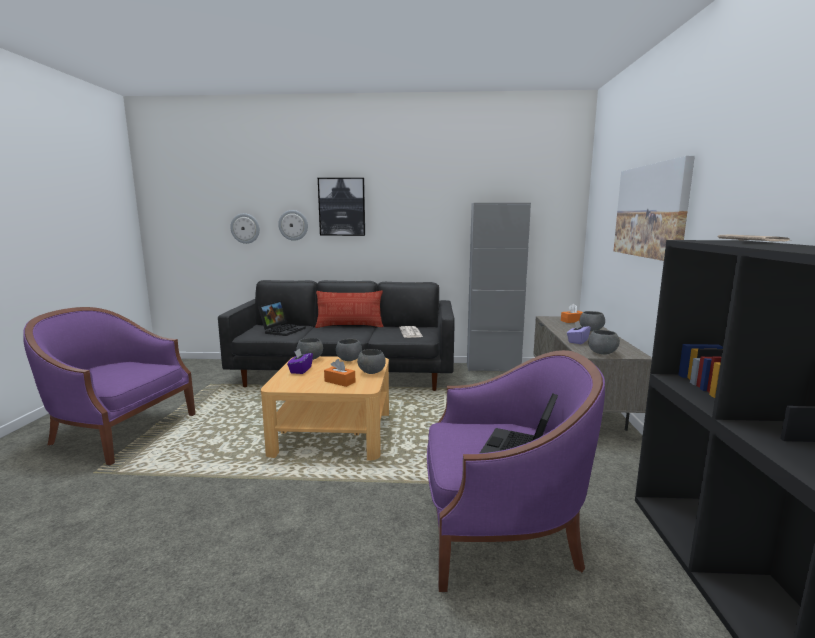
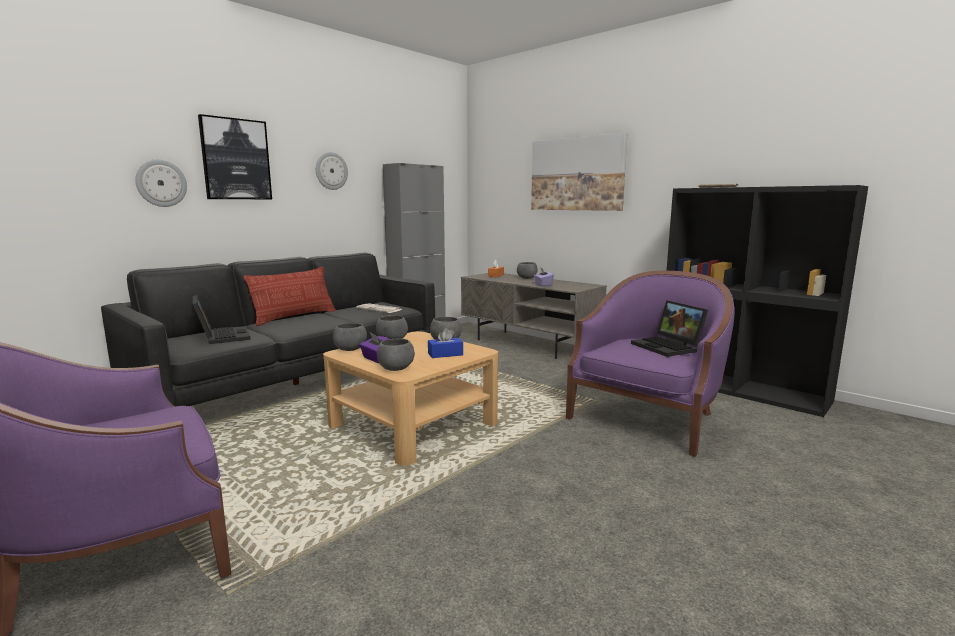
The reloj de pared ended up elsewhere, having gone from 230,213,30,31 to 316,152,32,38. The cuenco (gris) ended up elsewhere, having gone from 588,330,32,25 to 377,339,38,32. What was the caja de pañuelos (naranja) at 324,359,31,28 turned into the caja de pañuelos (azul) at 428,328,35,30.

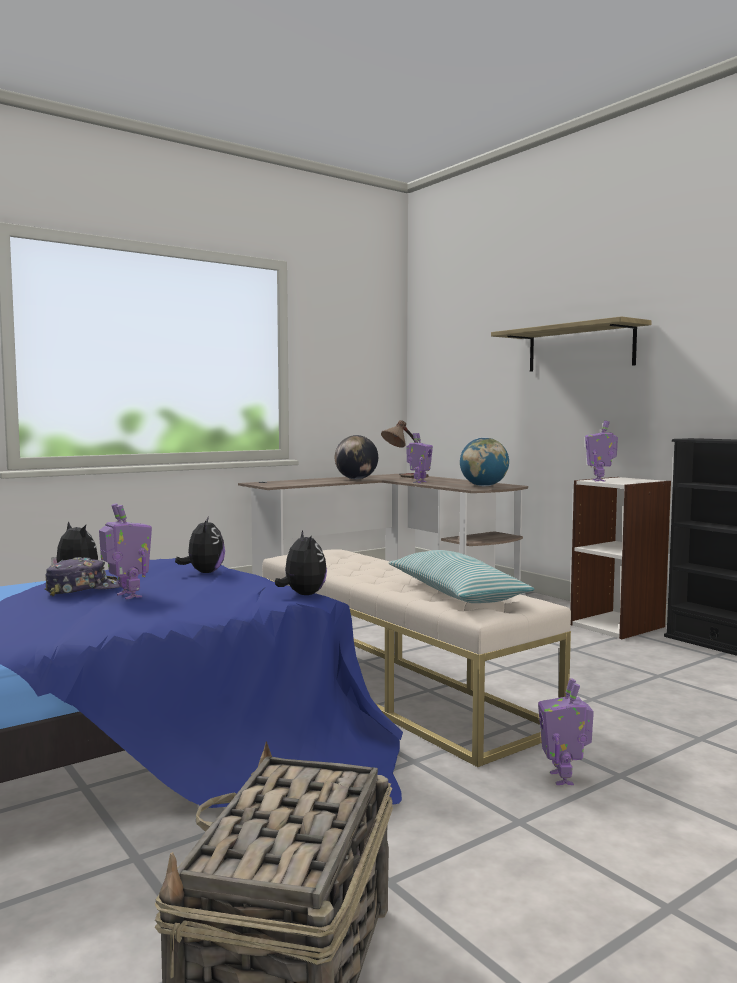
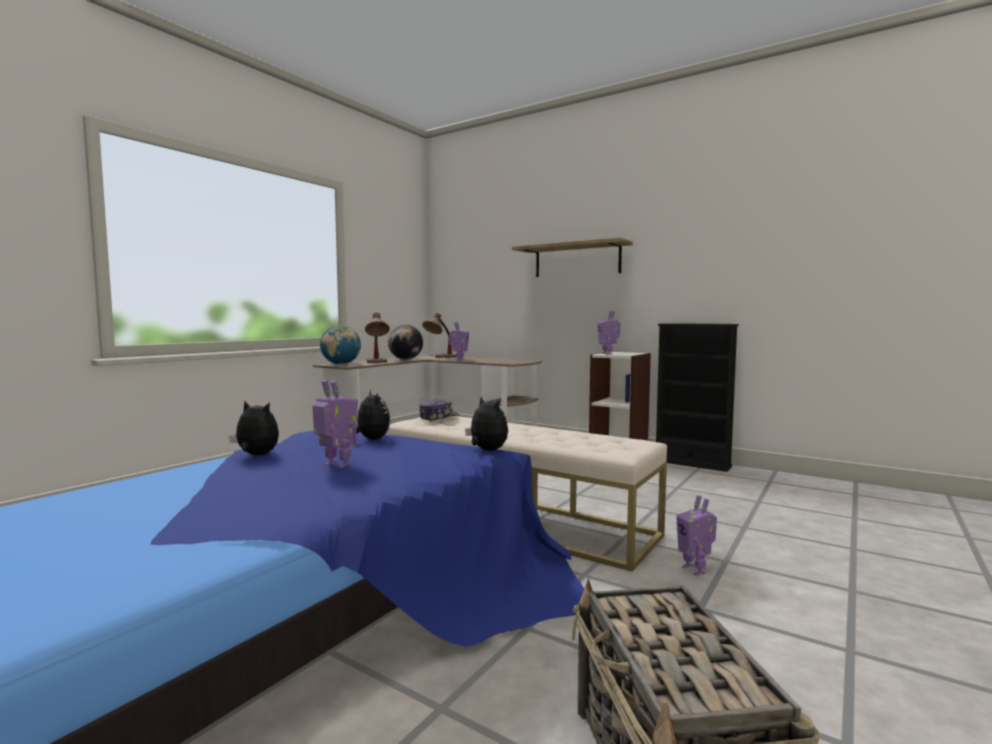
The globo terráqueo ended up elsewhere, having gone from 460,437,49,49 to 320,325,41,40. The second view gained the lámpara de mesa at 365,312,25,51. The gorra ended up elsewhere, having gone from 44,557,76,39 to 419,398,41,23. The second view lost the cojín at 389,550,146,53.

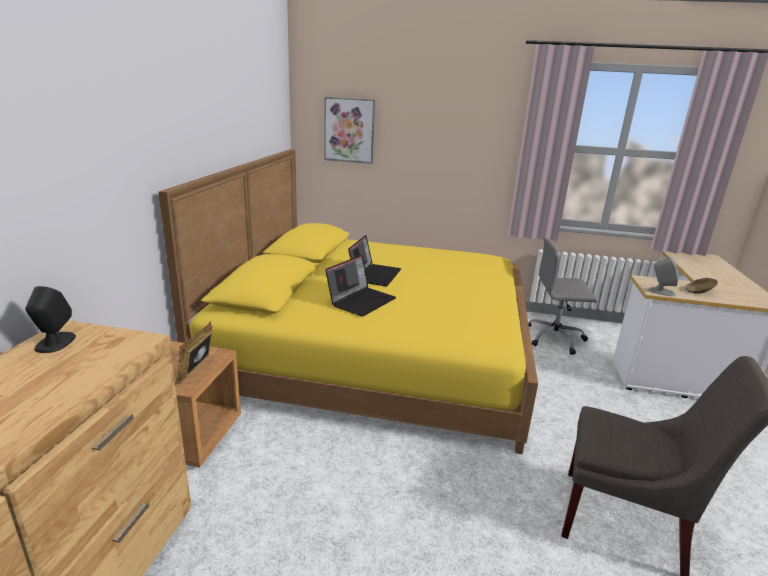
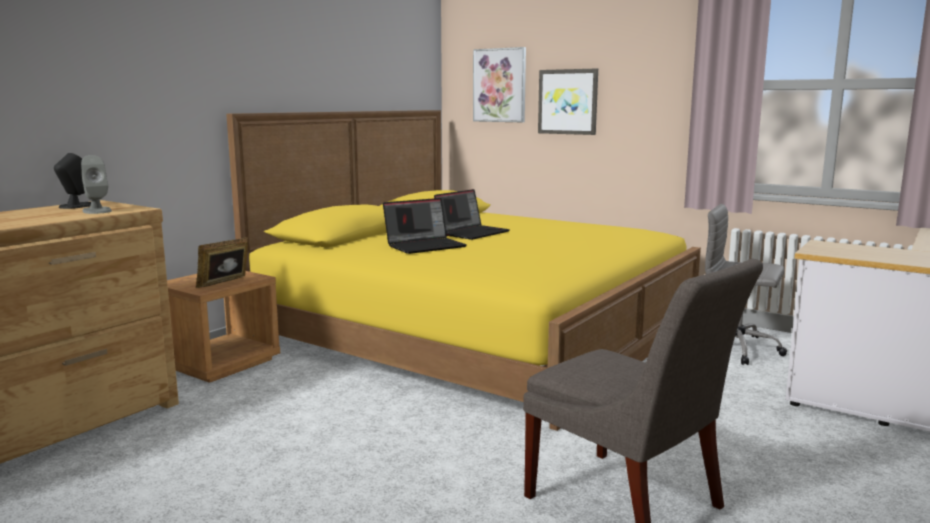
The altavoz (gris) ended up elsewhere, having gone from 649,257,30,39 to 81,155,31,59. The second view gained the cuadro at 538,68,60,67. The second view lost the cuenco (marrón) at 685,278,33,16.

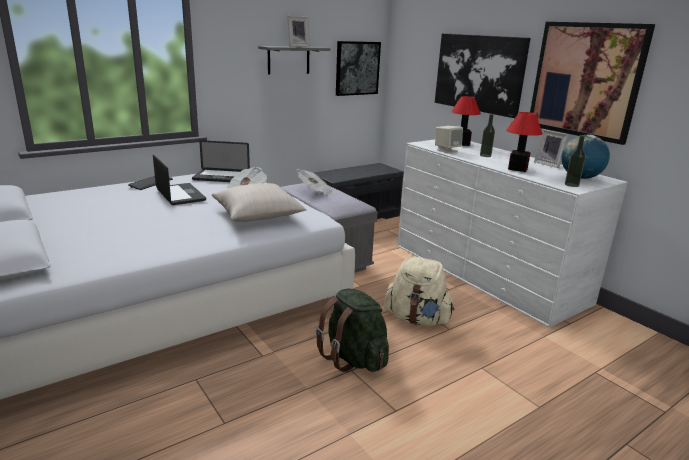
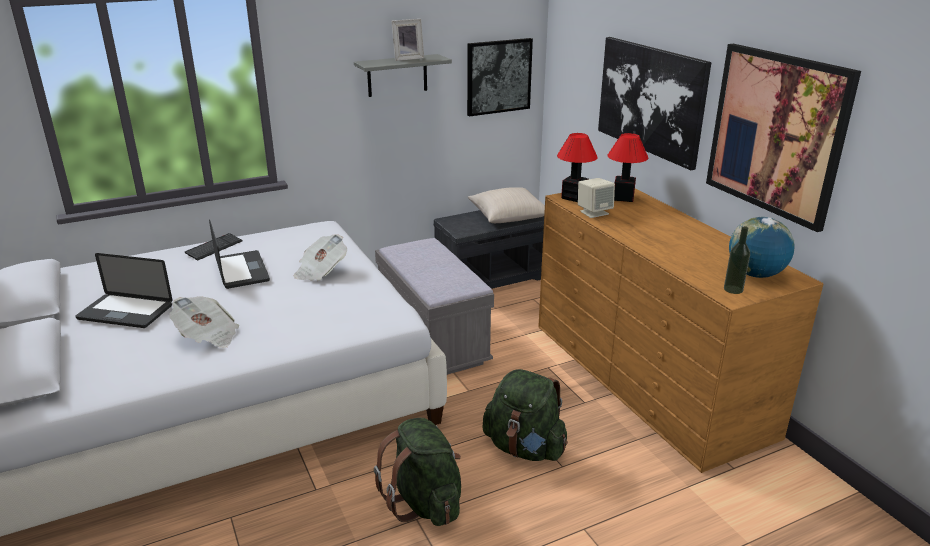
The portátil ended up elsewhere, having gone from 192,140,58,42 to 76,253,97,75. The periódico ended up elsewhere, having gone from 297,169,35,27 to 169,296,70,52. The cojín (beis) ended up elsewhere, having gone from 212,183,95,39 to 468,187,77,36. What was the mochila (beis) at 384,257,70,69 turned into the mochila (verde) at 483,369,85,92. What was the cómoda (blanco) at 397,140,231,188 turned into the cómoda (marrón) at 538,189,285,284. The lámpara de mesa ended up elsewhere, having gone from 506,112,37,60 to 557,133,41,69. The second view lost the botella at 480,114,15,43. The second view lost the portarretratos at 534,129,35,39.

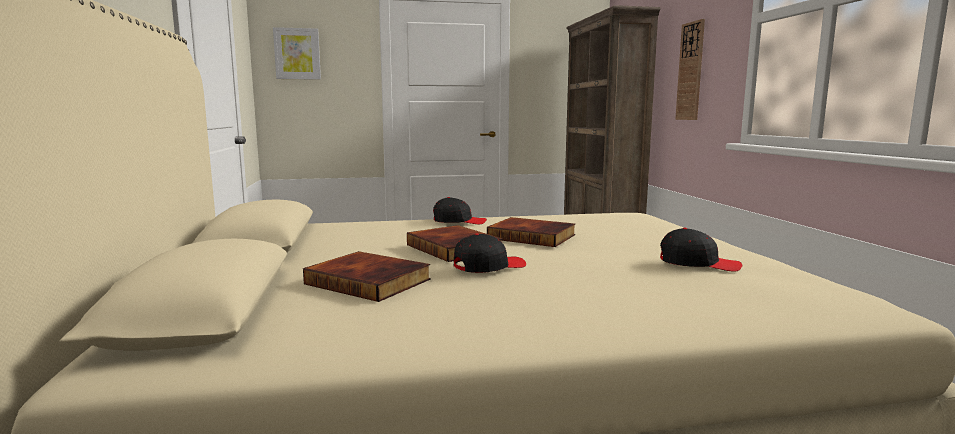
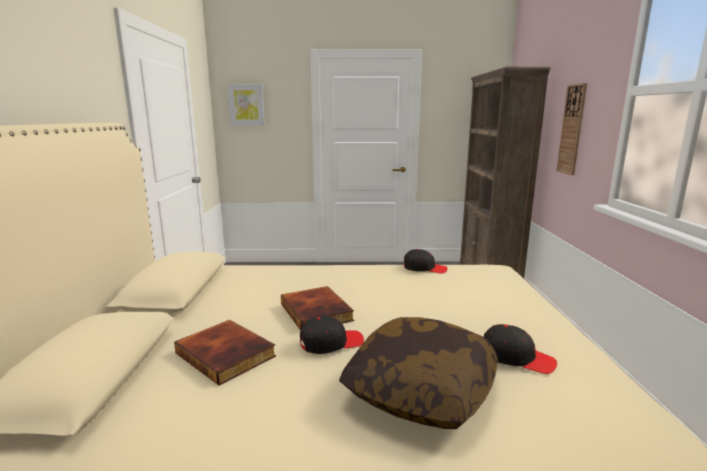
The second view gained the cojín at 339,317,159,112. The gorra (negro) ended up elsewhere, having gone from 433,197,54,27 to 404,249,44,25. The second view lost the libro at 487,217,88,30.

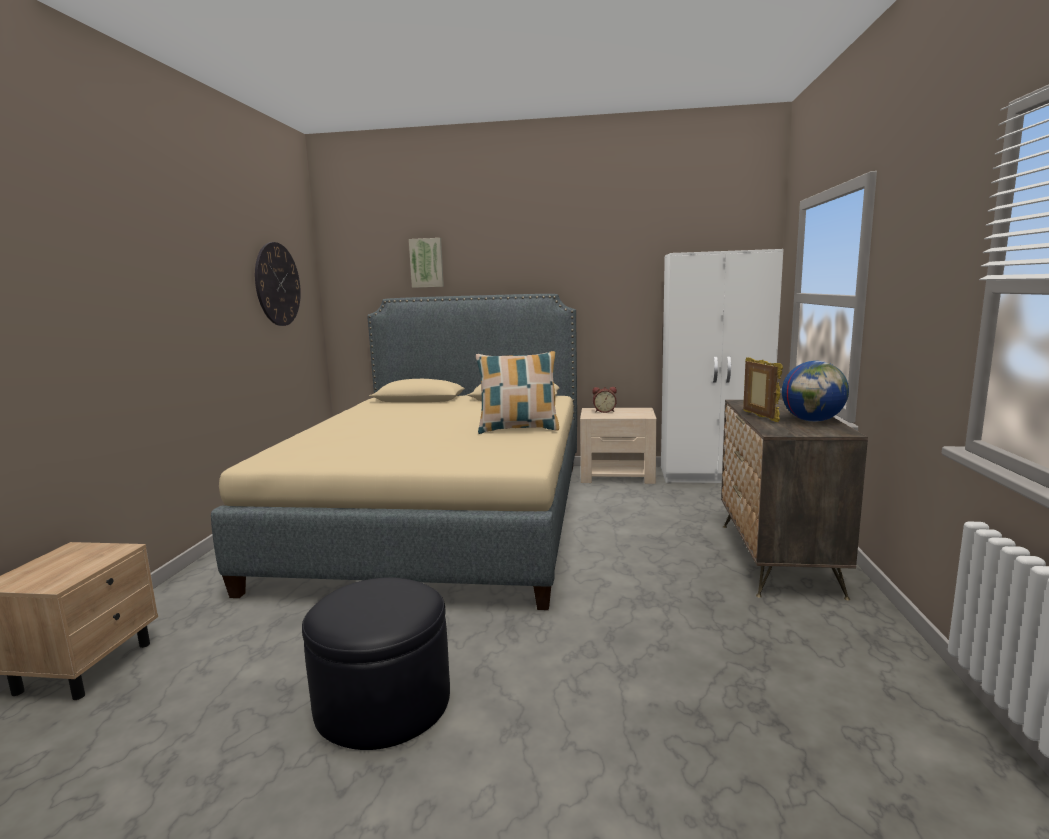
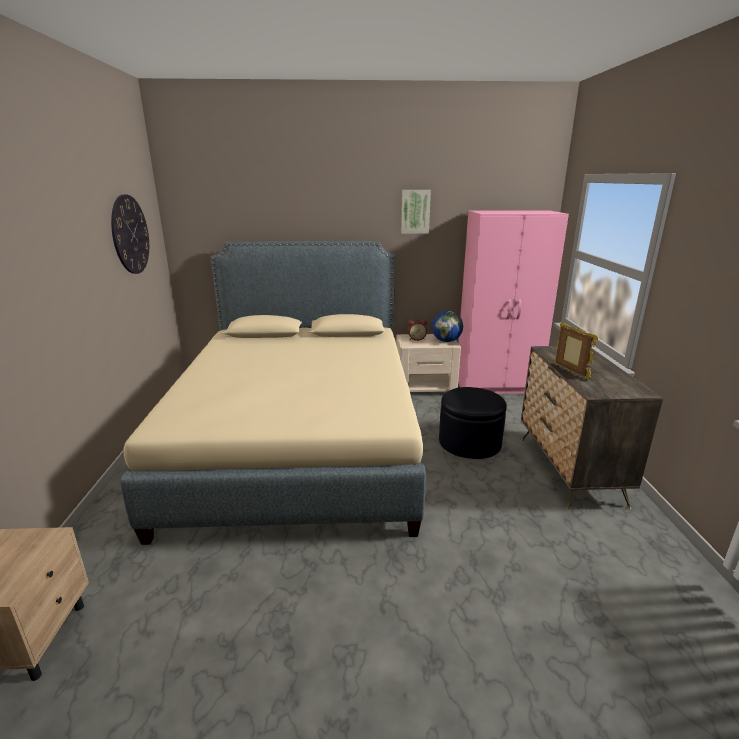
The cuadro ended up elsewhere, having gone from 409,238,35,50 to 401,190,30,44. The globo terráqueo ended up elsewhere, having gone from 782,361,67,61 to 432,311,31,31. The puf (negro) ended up elsewhere, having gone from 302,577,148,173 to 439,387,68,72. What was the armario ropero (blanco) at 661,249,122,234 turned into the armario ropero (rosa) at 458,210,111,184. The second view lost the cojín at 476,351,83,83.

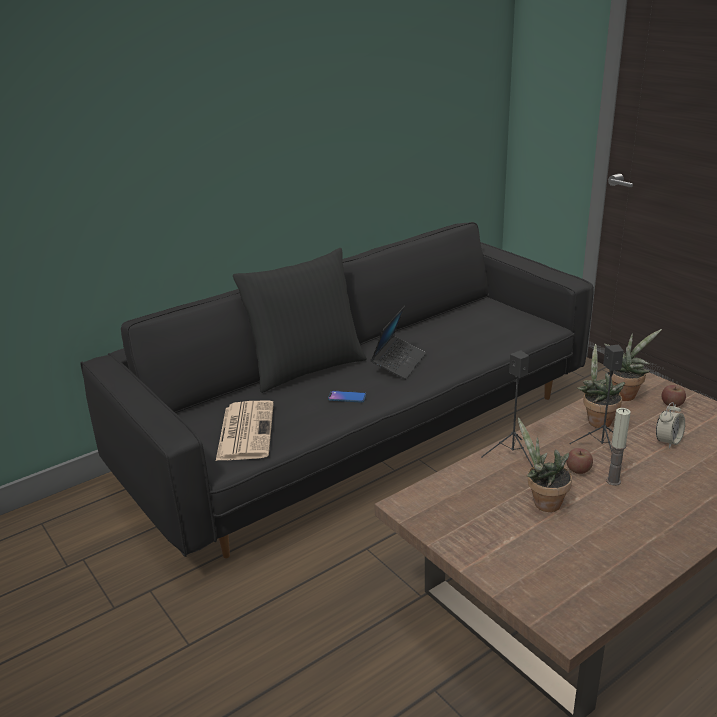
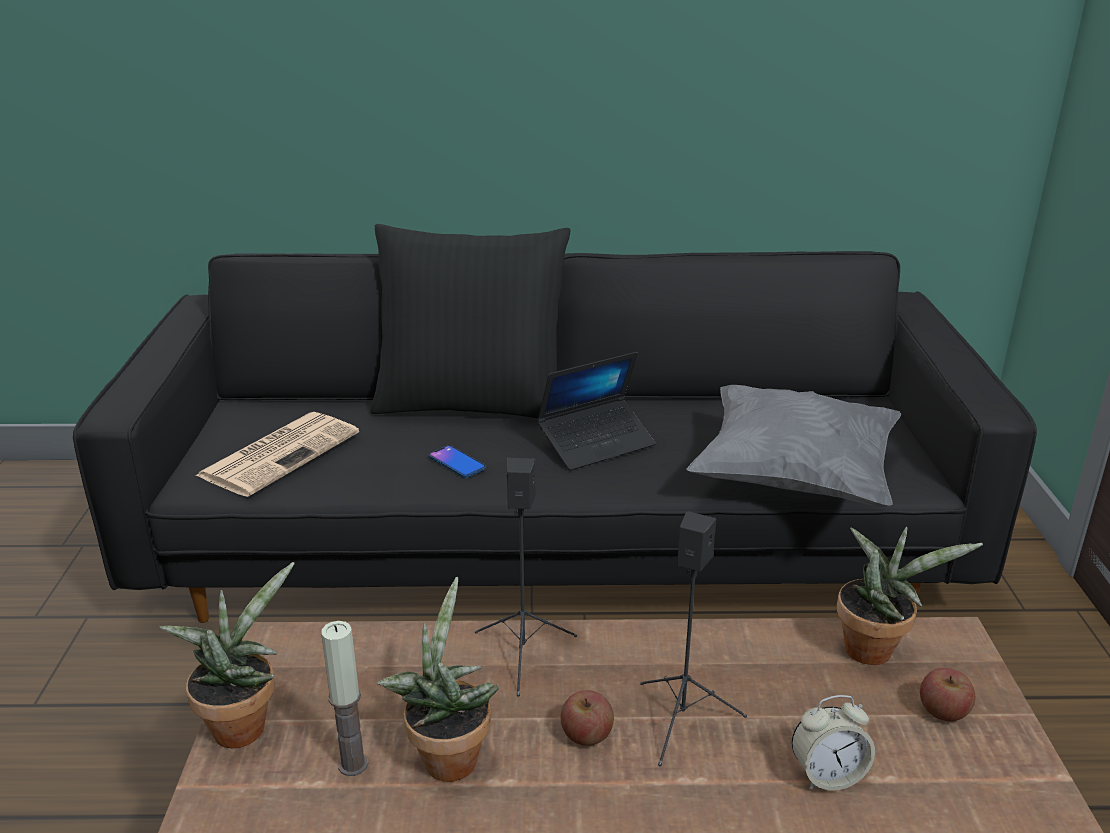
The planta en maceta ended up elsewhere, having gone from 577,344,48,84 to 159,562,136,186. The vela ended up elsewhere, having gone from 606,408,25,78 to 321,621,47,155. The second view gained the cojín (gris) at 686,385,215,122.

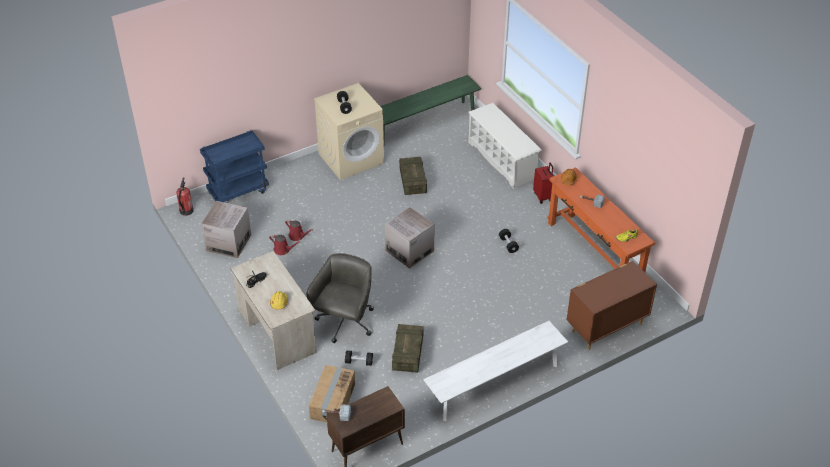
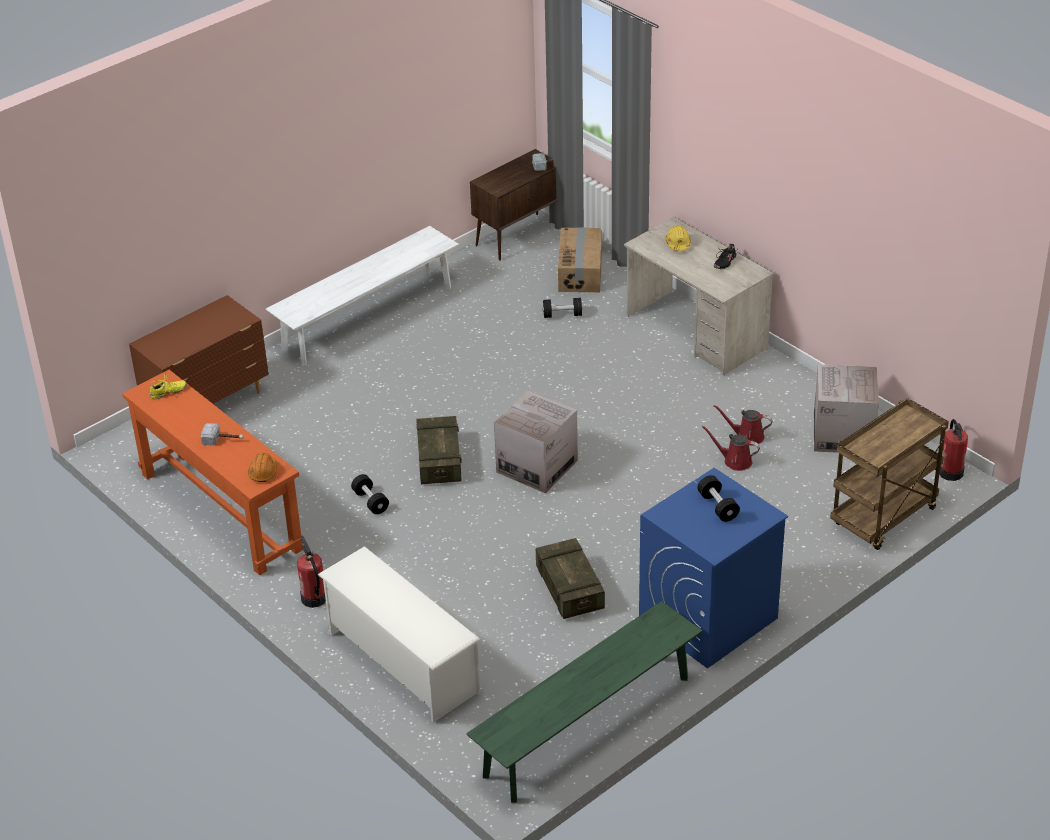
Where the maleta (rojo) stood at 533,163,21,41, the extintor came to stand at 297,535,29,73. The caja de embalaje ended up elsewhere, having gone from 392,324,32,49 to 416,416,46,68. What was the lavadora (beis) at 314,83,70,97 turned into the lavadora (azul) at 639,468,149,201. What was the carrito (azul) at 200,131,69,71 turned into the carrito (marrón) at 830,398,119,152. The second view lost the silla de oficina (gris) at 306,253,68,90.

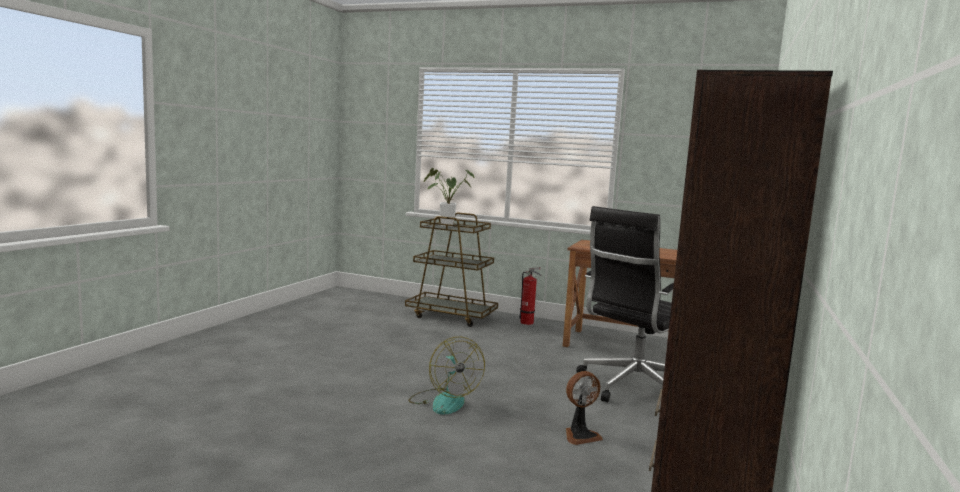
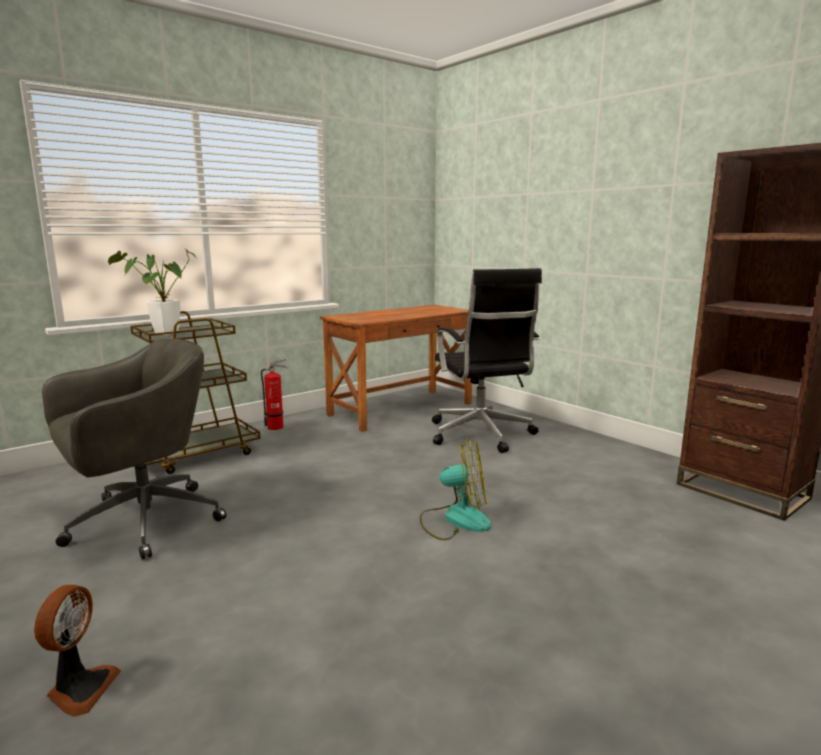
The ventilador ended up elsewhere, having gone from 566,371,37,74 to 34,585,87,131. The second view gained the silla de oficina (gris) at 42,339,184,221.

